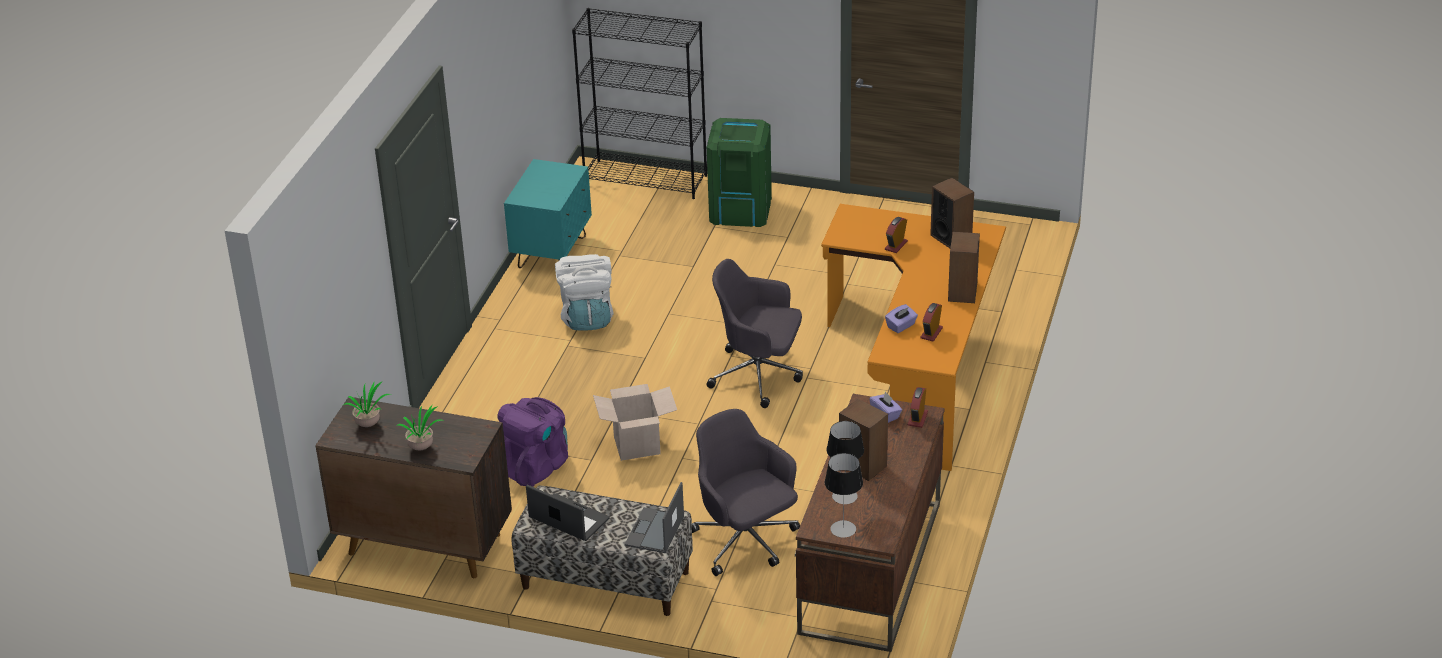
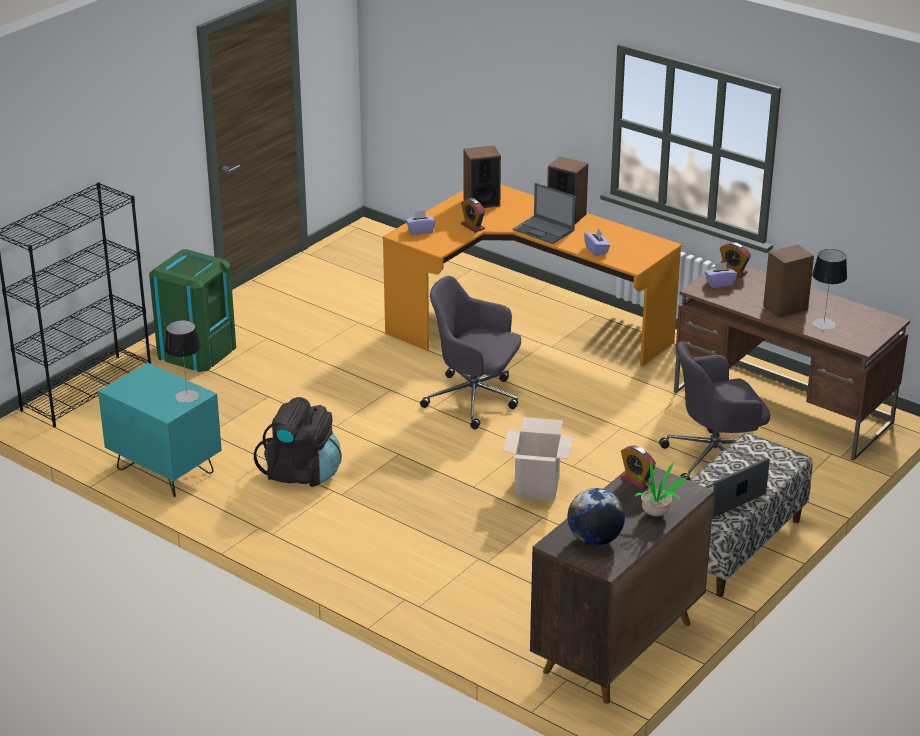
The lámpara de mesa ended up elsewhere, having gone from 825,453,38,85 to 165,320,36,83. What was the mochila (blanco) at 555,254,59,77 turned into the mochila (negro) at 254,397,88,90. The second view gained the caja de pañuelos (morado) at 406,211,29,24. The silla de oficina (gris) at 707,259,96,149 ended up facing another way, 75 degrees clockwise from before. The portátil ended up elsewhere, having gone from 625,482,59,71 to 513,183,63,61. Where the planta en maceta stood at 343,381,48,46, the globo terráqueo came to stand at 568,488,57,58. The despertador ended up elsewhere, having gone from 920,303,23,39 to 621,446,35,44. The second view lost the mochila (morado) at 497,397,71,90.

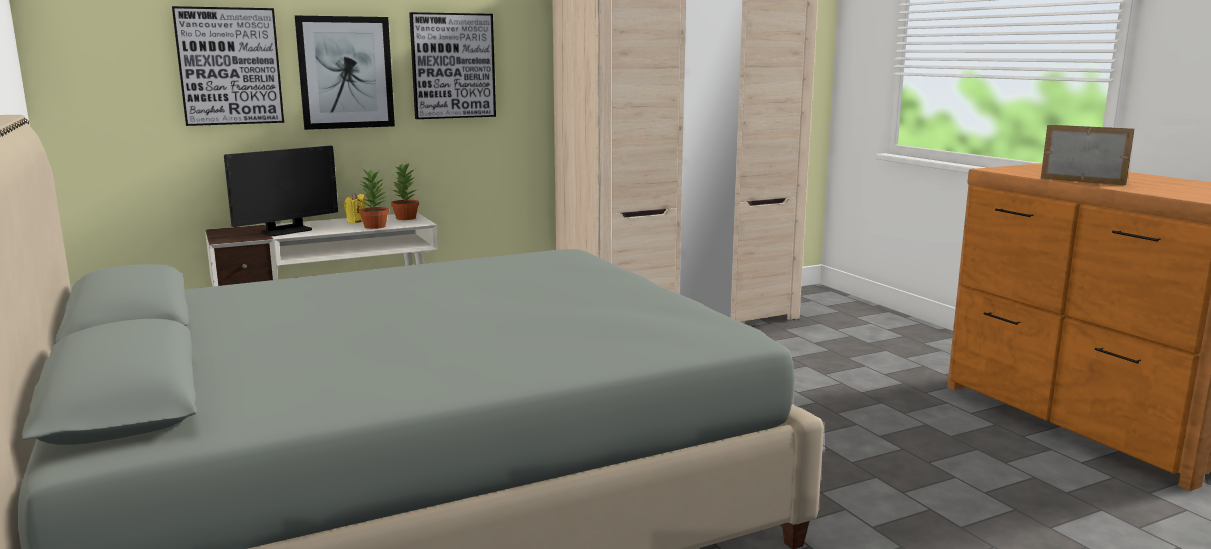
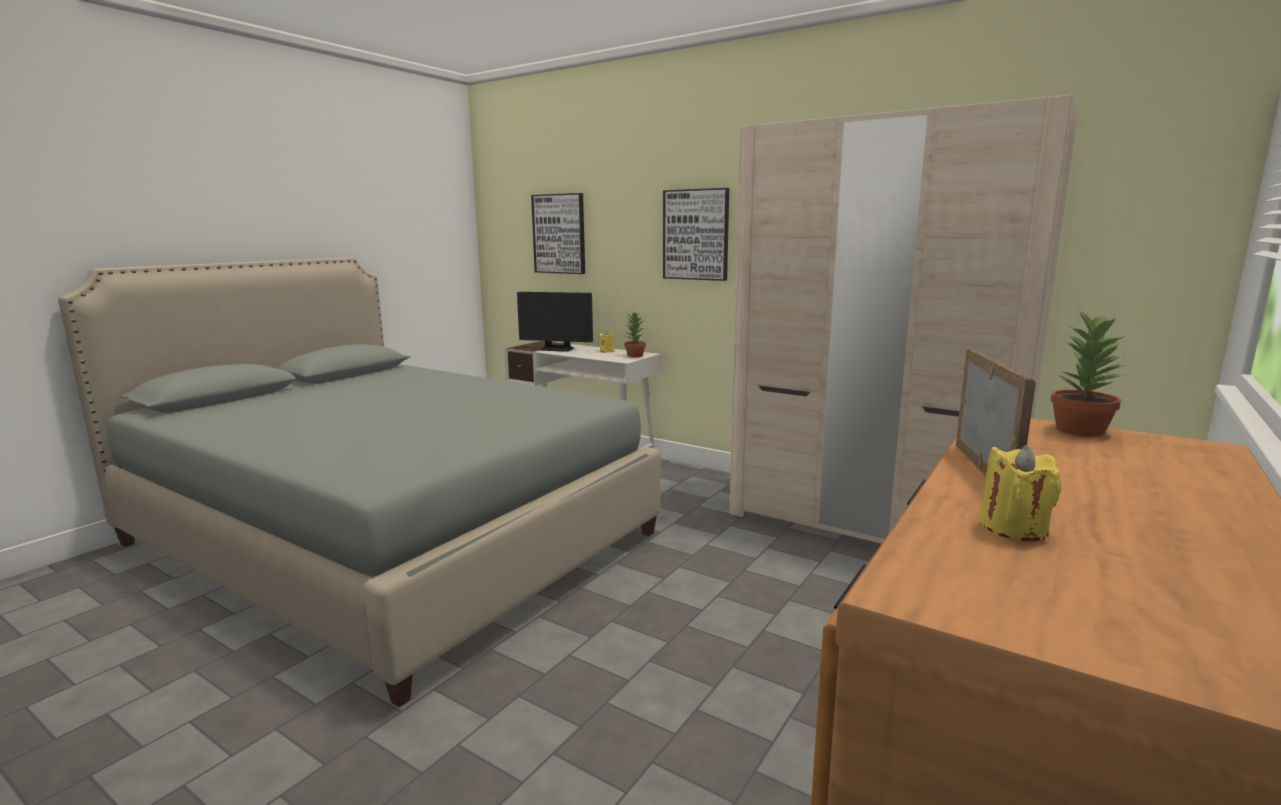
The second view gained the vela (amarillo) at 979,445,82,96. The planta en maceta ended up elsewhere, having gone from 359,169,30,60 to 1050,310,78,127. The second view lost the cuadro at 295,16,100,114.

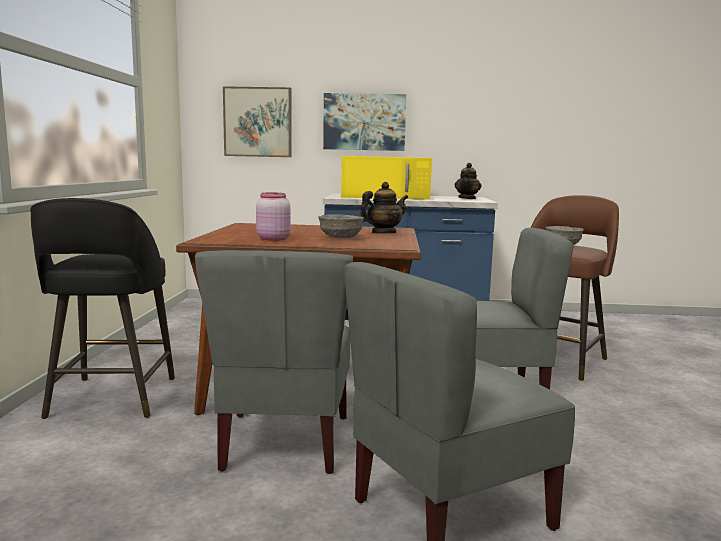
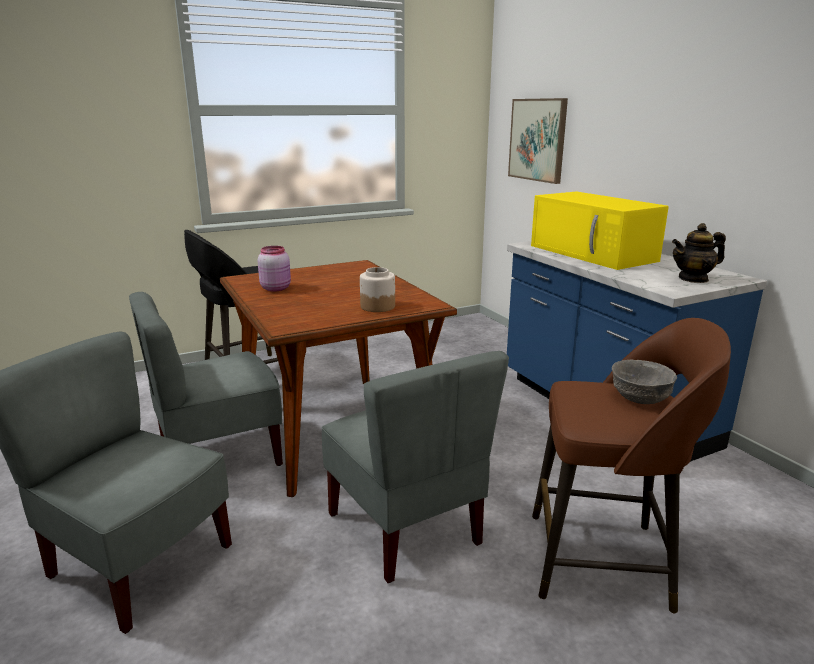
Where the tetera stood at 359,182,50,51, the tarro came to stand at 360,267,35,45. The second view lost the cuenco (gris) at 318,214,46,24. The second view lost the cuadro at 323,93,83,58.

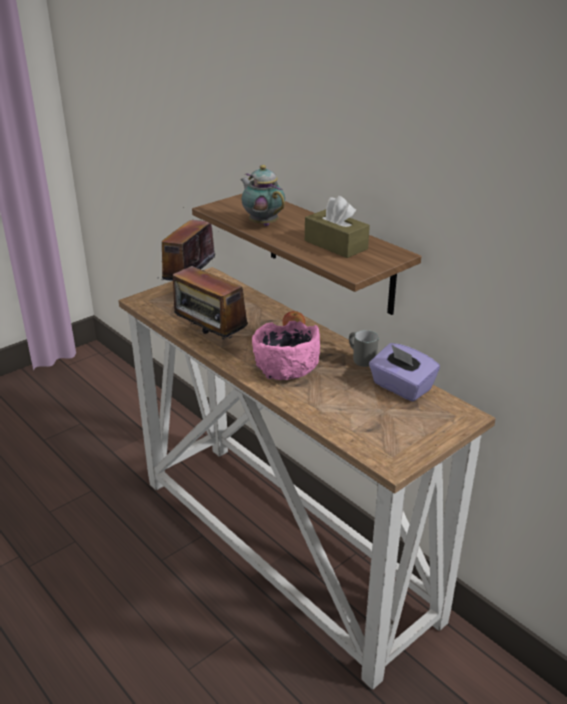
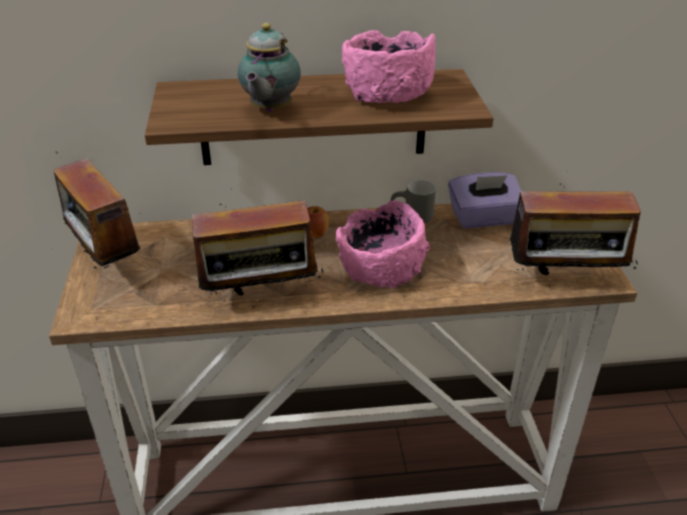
The tetera at 240,165,45,61 ended up facing another way, 75 degrees counterclockwise from before. Where the caja de pañuelos (marrón) stood at 305,196,65,62, the cuenco (rosa) came to stand at 342,30,94,73. The second view gained the radio at 510,171,131,112.

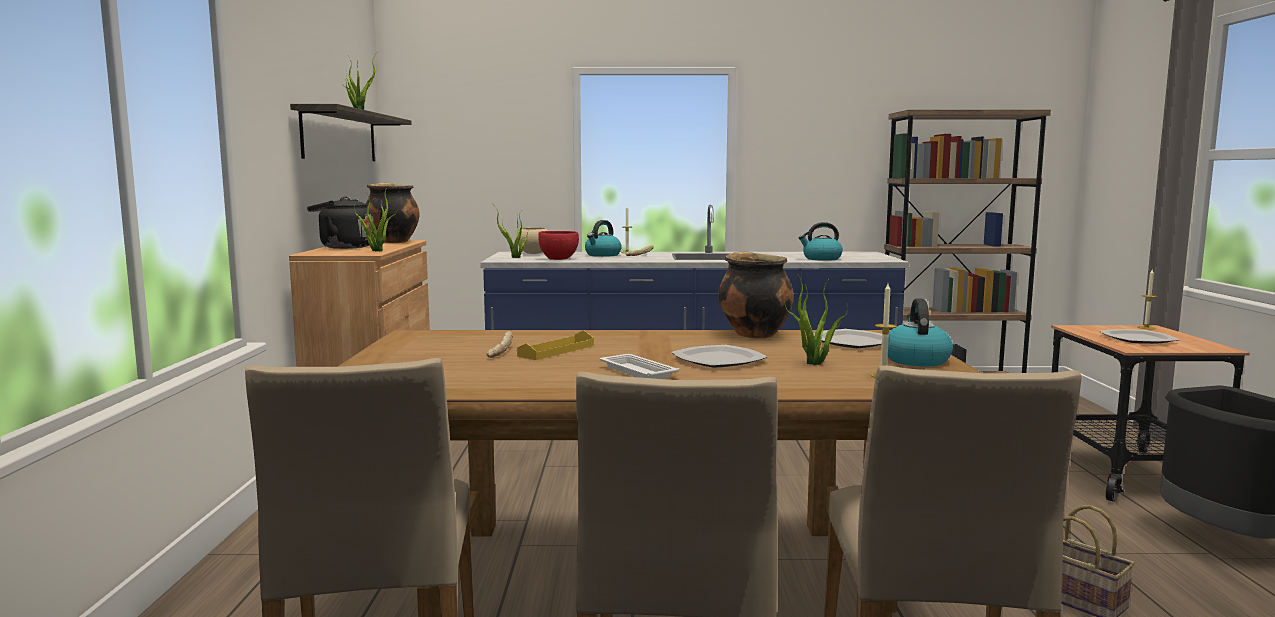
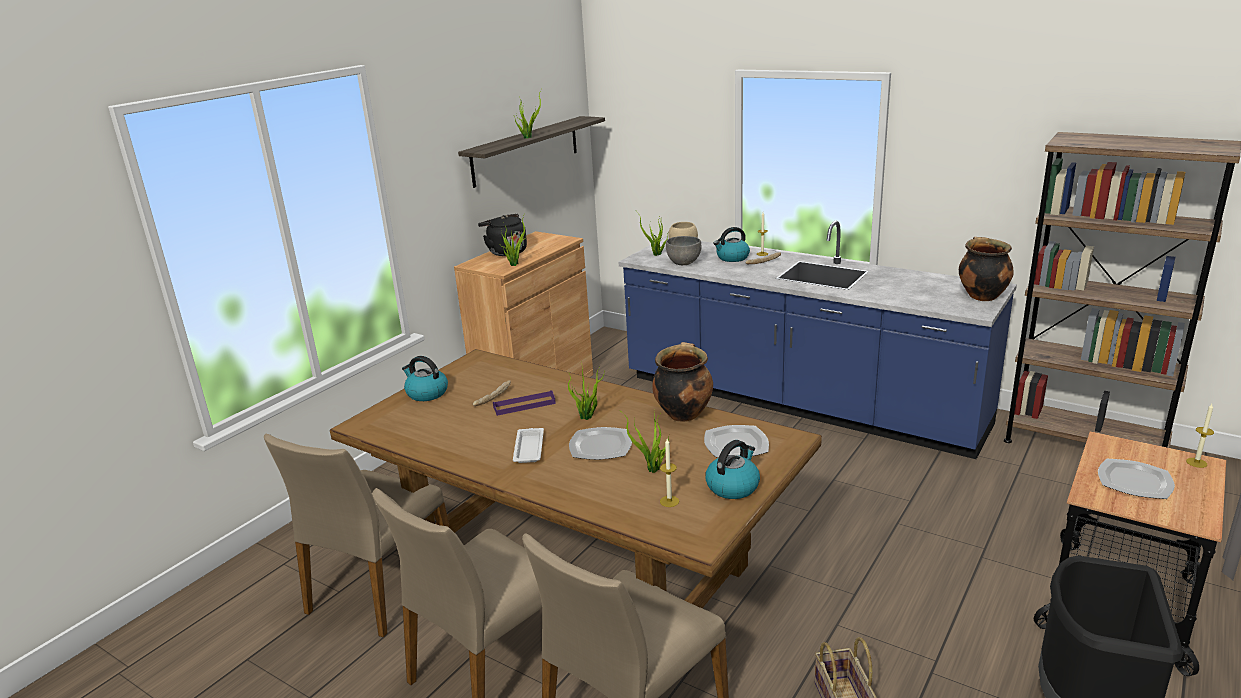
The hervidor ended up elsewhere, having gone from 798,222,45,39 to 402,356,46,45. What was the bandeja (amarillo) at 517,331,77,29 turned into the bandeja (morado) at 493,390,63,26. The second view gained the planta en maceta at 568,368,37,52. What was the cuenco (rojo) at 538,231,41,29 turned into the cuenco (gris) at 666,236,36,29. The olla ended up elsewhere, having gone from 366,183,54,60 to 959,237,55,64.

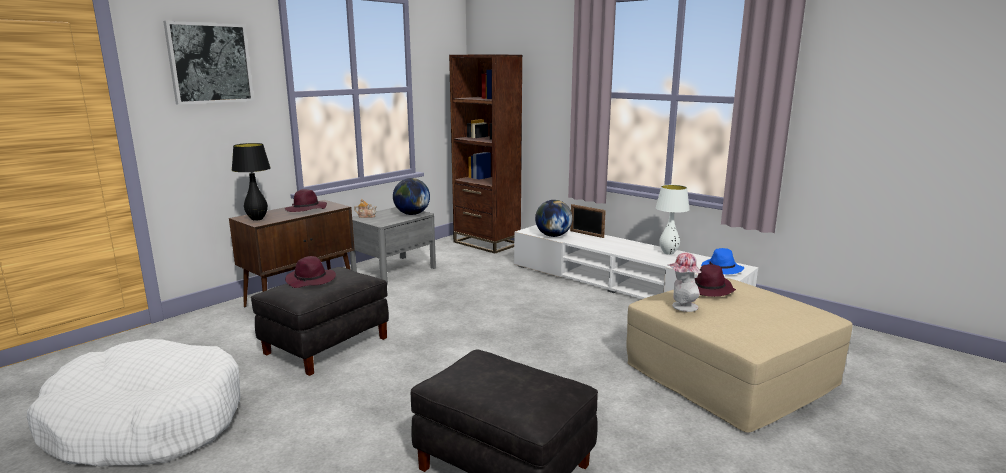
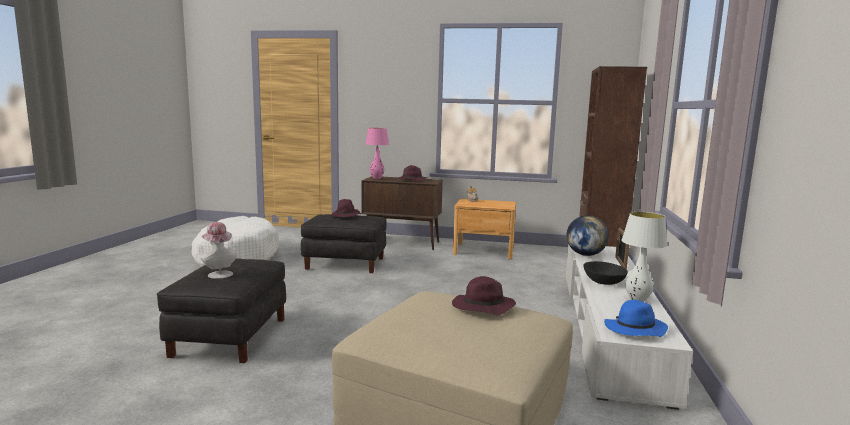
The sombrero ended up elsewhere, having gone from 668,253,33,59 to 201,222,36,57. What was the lámpara de mesa (negro) at 232,143,39,78 turned into the lámpara de mesa (rosa) at 365,128,24,51. What was the mesita de noche (gris) at 350,207,86,78 turned into the mesita de noche (marrón) at 453,199,63,60. The second view gained the cuenco (negro) at 583,261,45,24. The second view lost the cuadro at 163,21,91,84. The second view lost the globo terráqueo at 393,178,37,37.

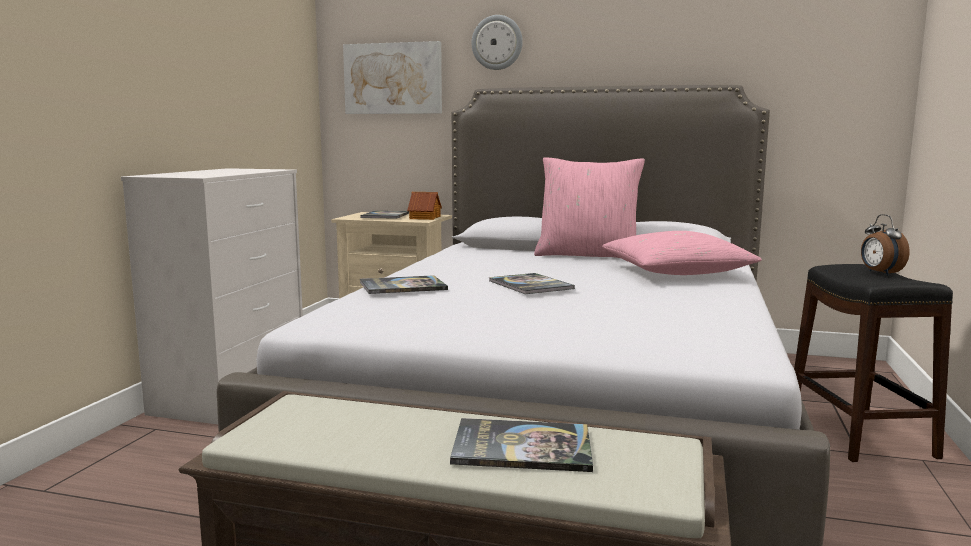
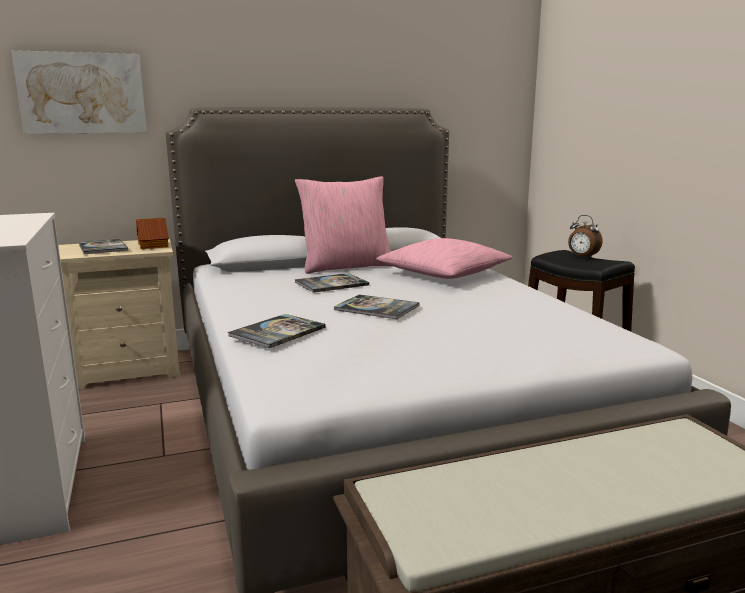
The libro ended up elsewhere, having gone from 450,418,143,54 to 294,273,75,20. The second view lost the reloj de pared at 472,15,51,55.

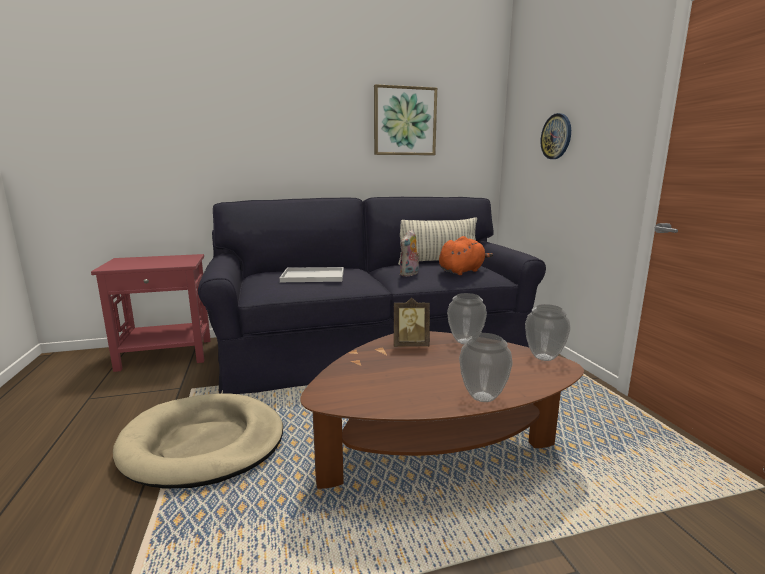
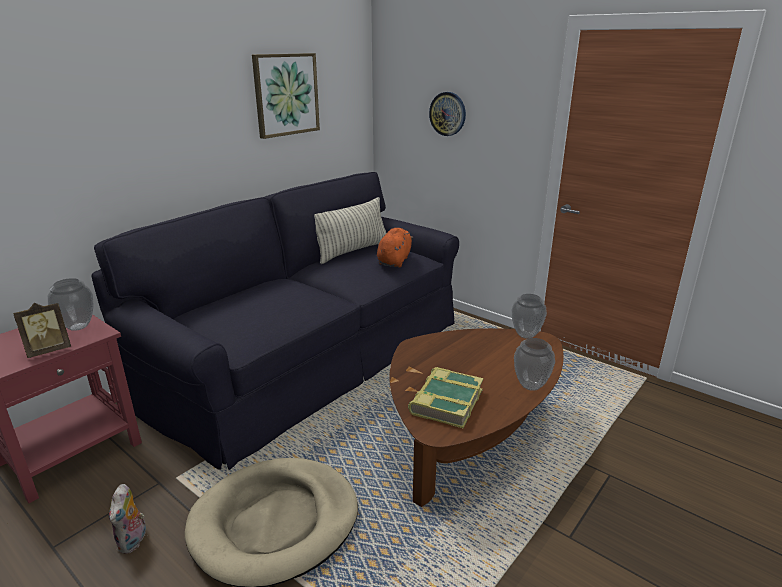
The portarretratos ended up elsewhere, having gone from 394,298,36,49 to 13,303,58,55. The florero ended up elsewhere, having gone from 447,293,40,52 to 48,278,46,53. The peluche ended up elsewhere, having gone from 399,230,21,47 to 109,484,37,70. The second view gained the libro at 408,367,76,61. The second view lost the bandeja (blanco) at 280,267,64,15.

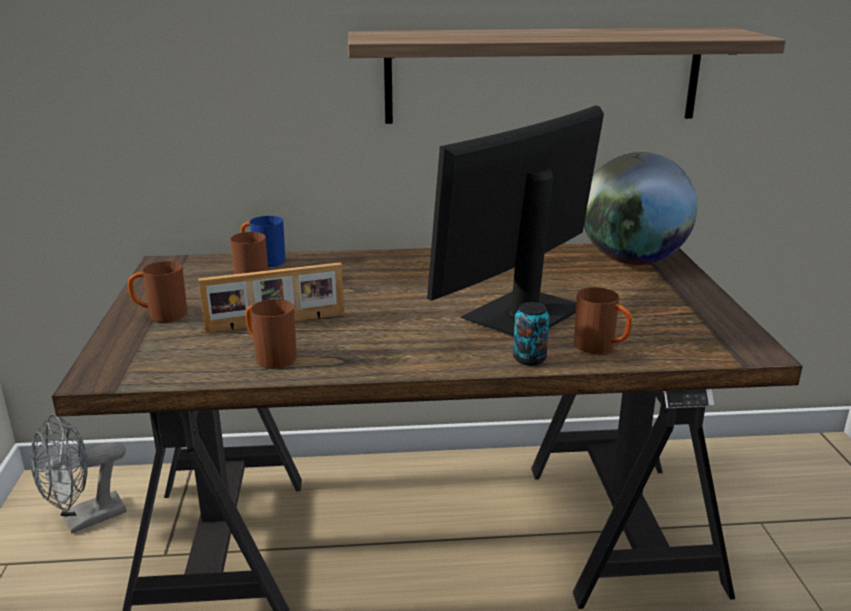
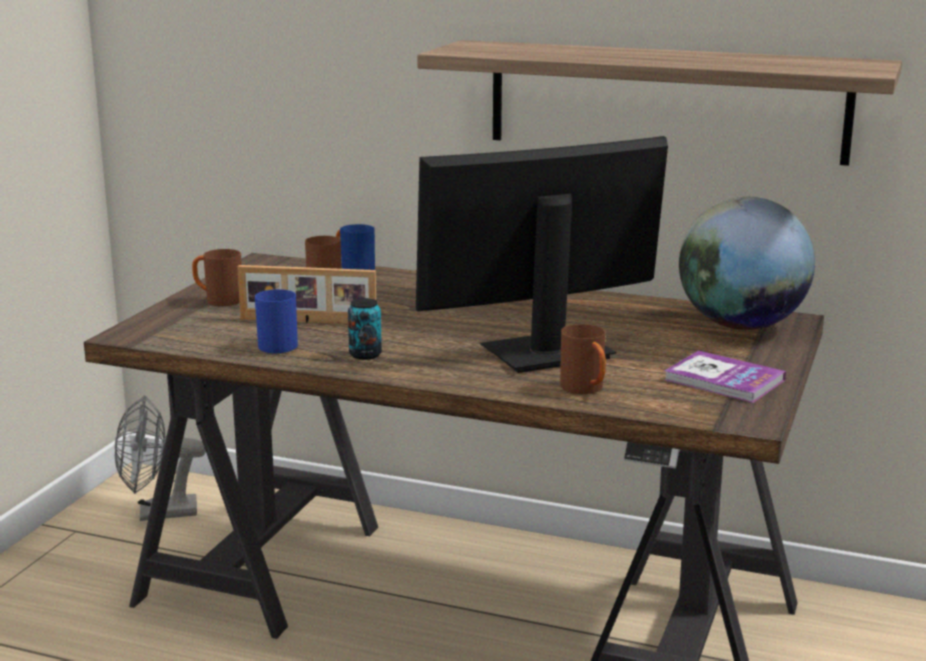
What was the taza grande (marrón) at 245,299,52,69 turned into the taza grande (azul) at 255,289,43,64. The lata ended up elsewhere, having gone from 513,302,36,64 to 348,298,34,62. The second view gained the libro at 664,351,122,52.

